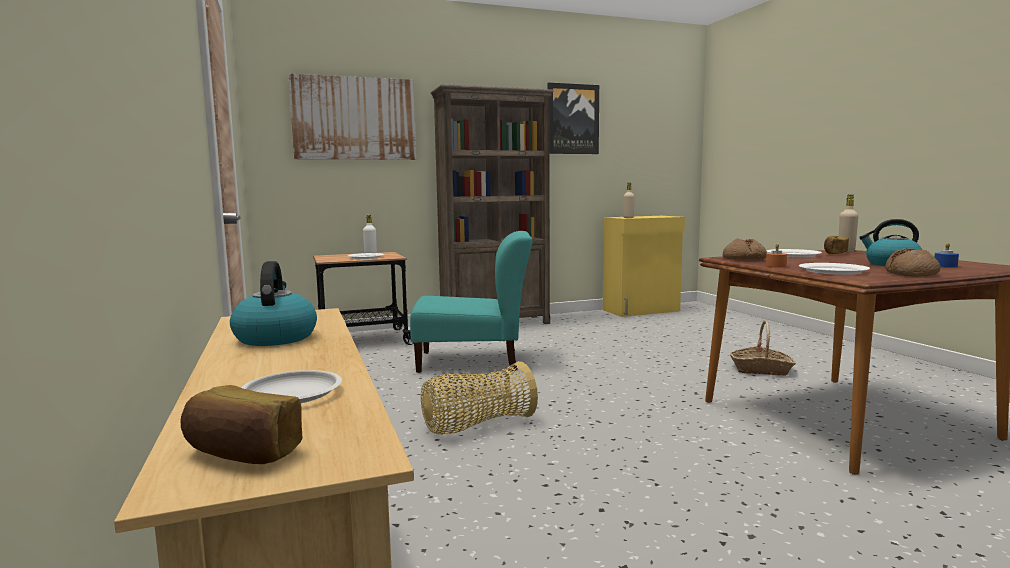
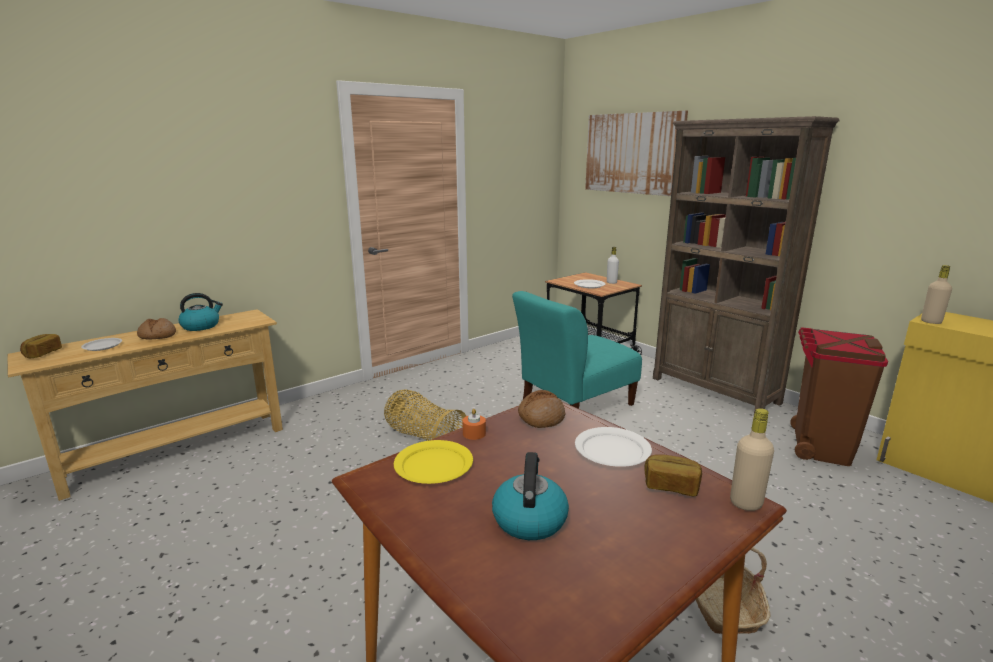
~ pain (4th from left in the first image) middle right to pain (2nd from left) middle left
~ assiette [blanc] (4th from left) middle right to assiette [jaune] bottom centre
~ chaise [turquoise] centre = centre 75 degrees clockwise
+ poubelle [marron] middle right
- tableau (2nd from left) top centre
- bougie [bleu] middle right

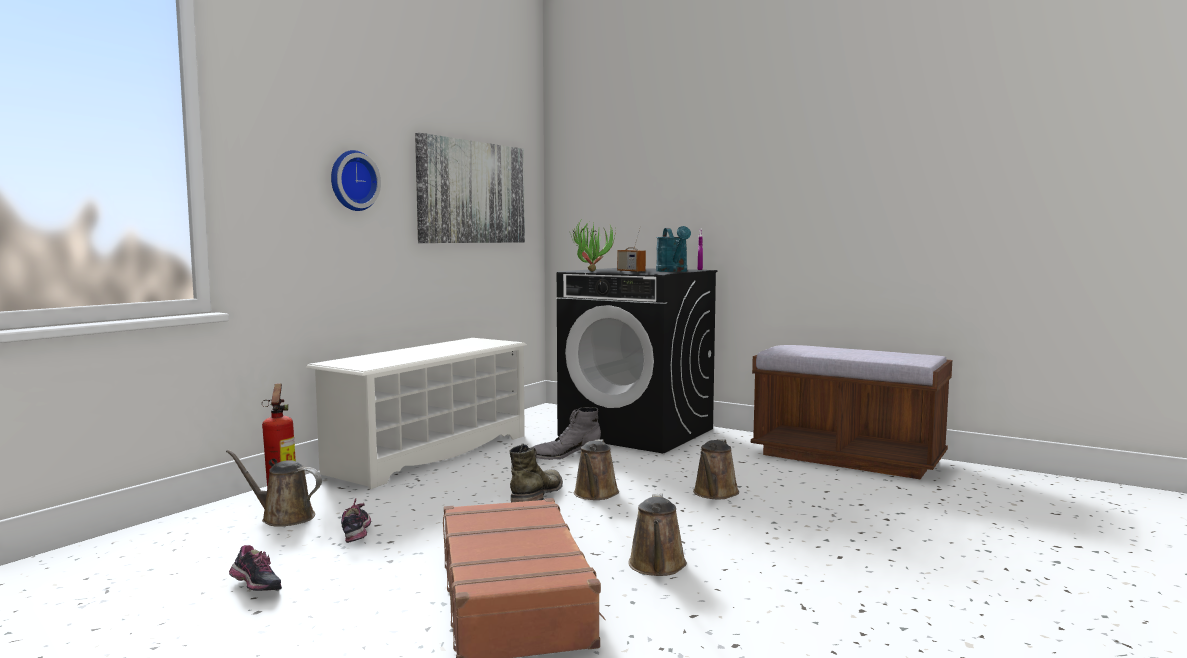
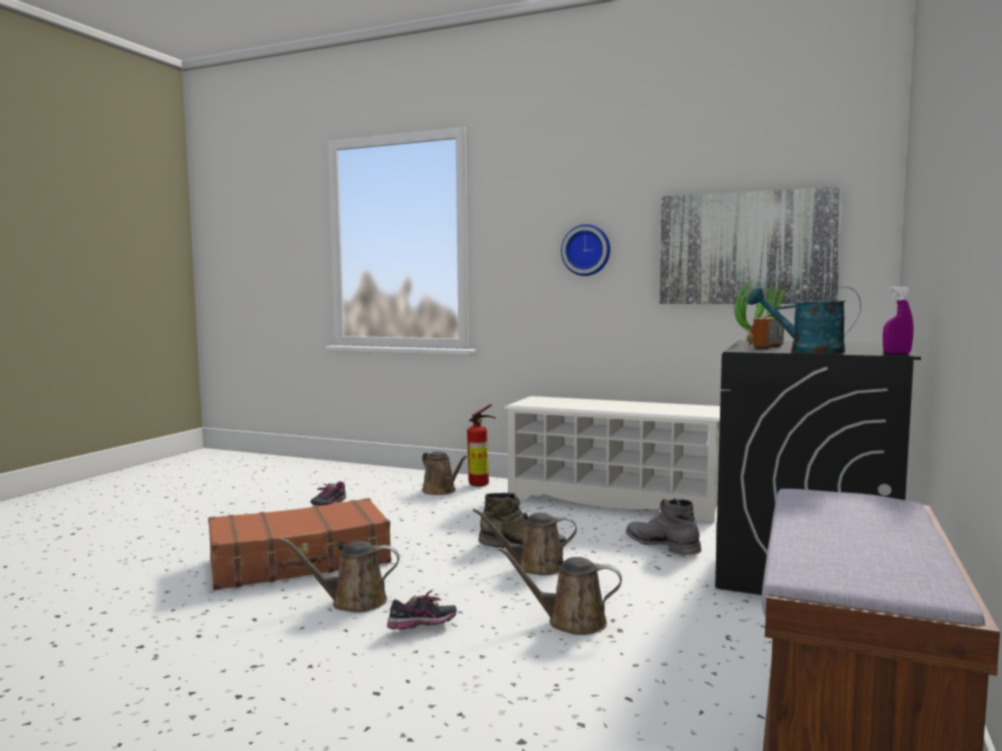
~ chaussure (2nd from left) bottom left to bottom centre
~ arrosoir [marron] (1st from left in the first image) bottom left = centre 135 degrees clockwise
~ arrosoir [turquoise] centre = middle right 45 degrees clockwise

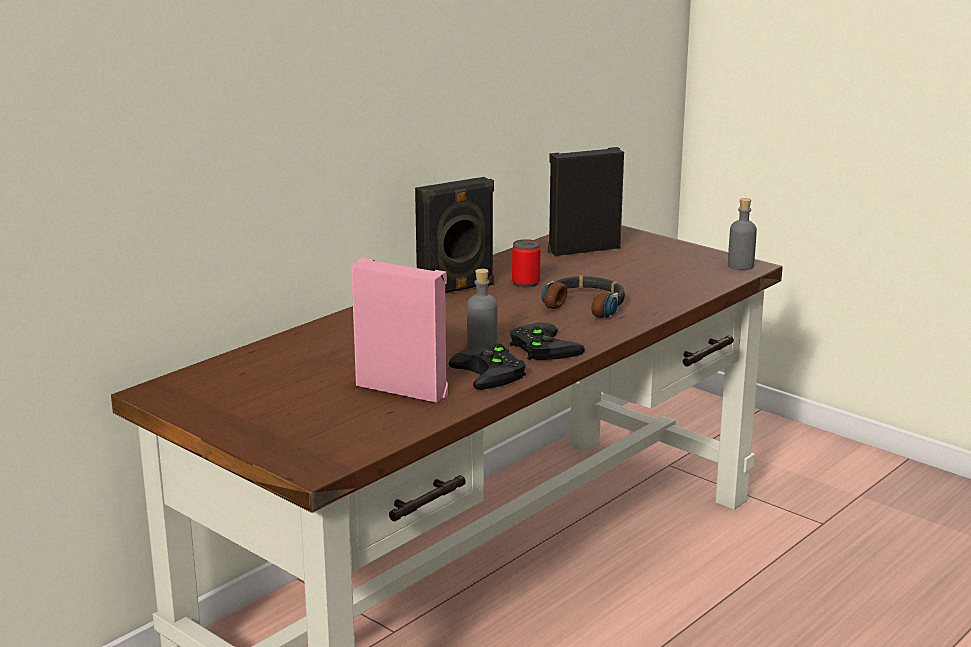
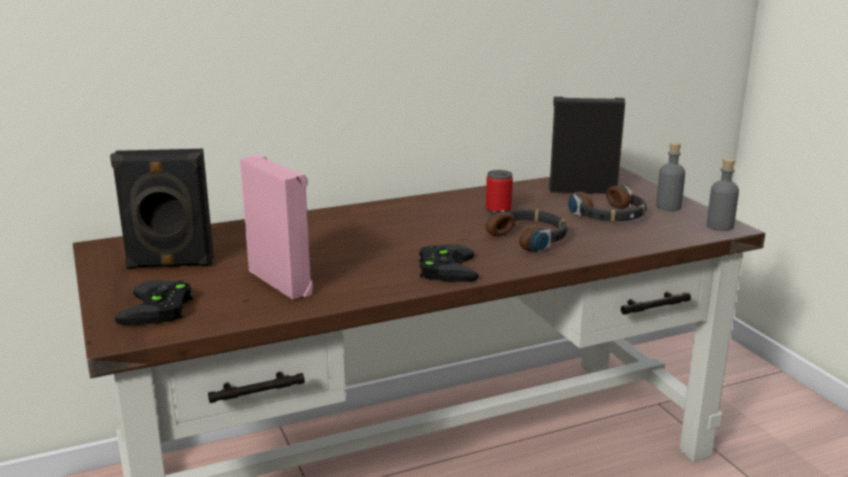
~ enceinte [noir] (1st from left) centre to middle left
~ manette [noir] (1st from left) centre to middle left
+ casque audio (2nd from left) middle right
~ bouteille [gris] (1st from left) centre to middle right

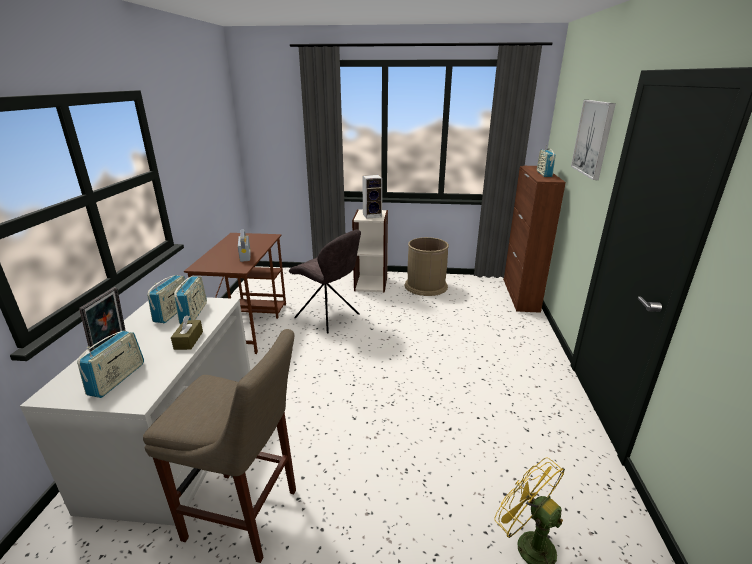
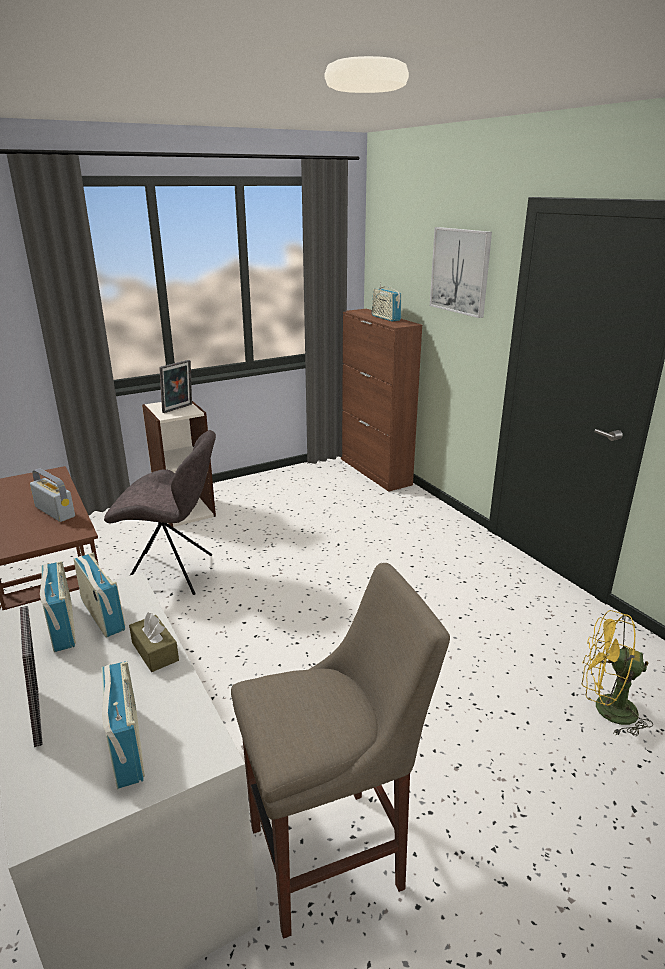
~ enceinte centre to cadre photo (2nd from left) middle left
- poubelle [marron] centre

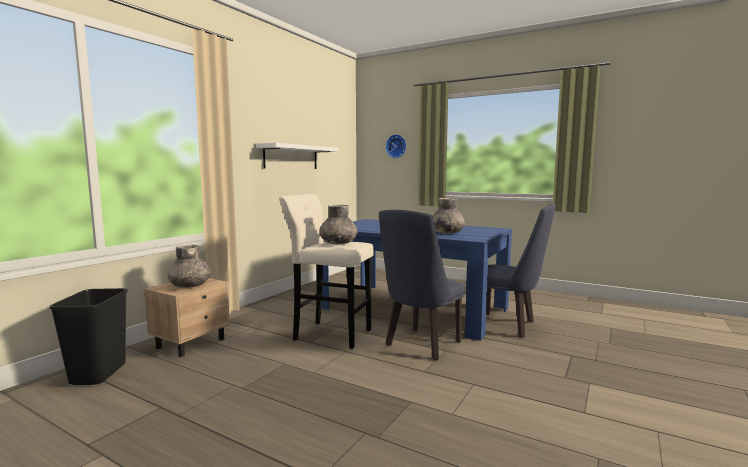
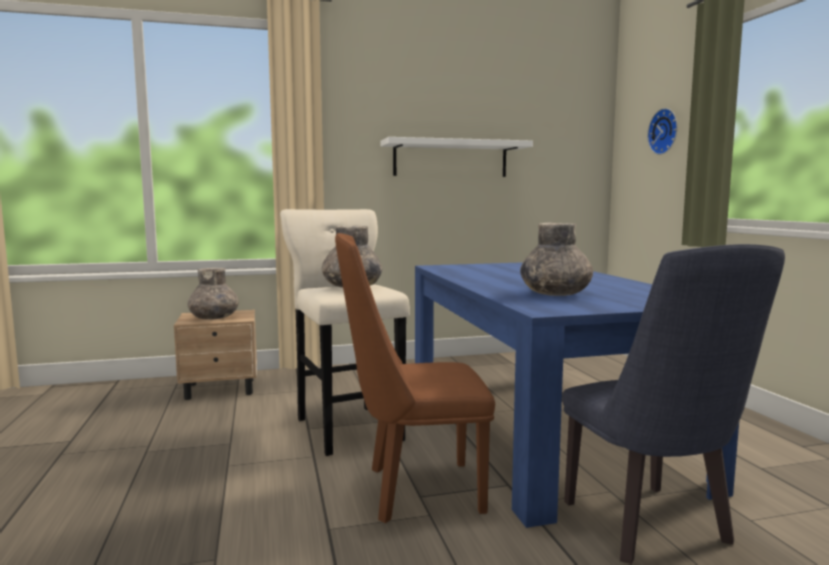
~ chaise [bleu] (1st from left) centre to chaise [marron] bottom centre
- poubelle [noir] bottom left

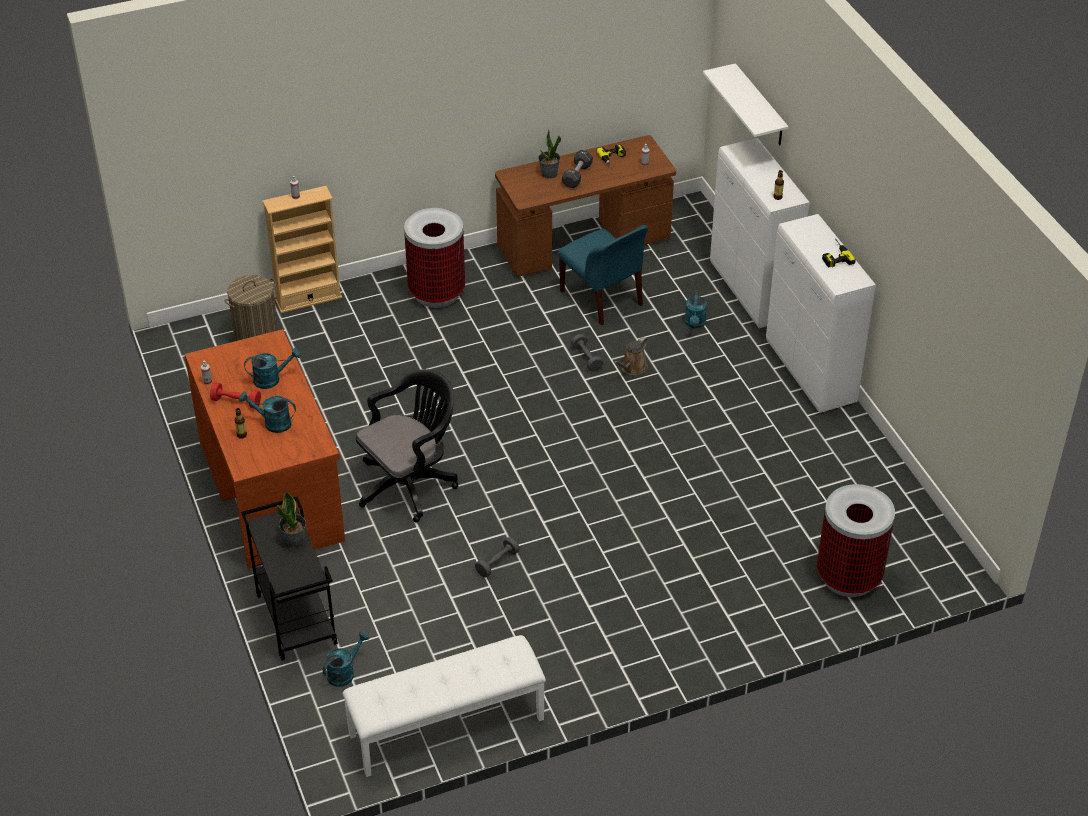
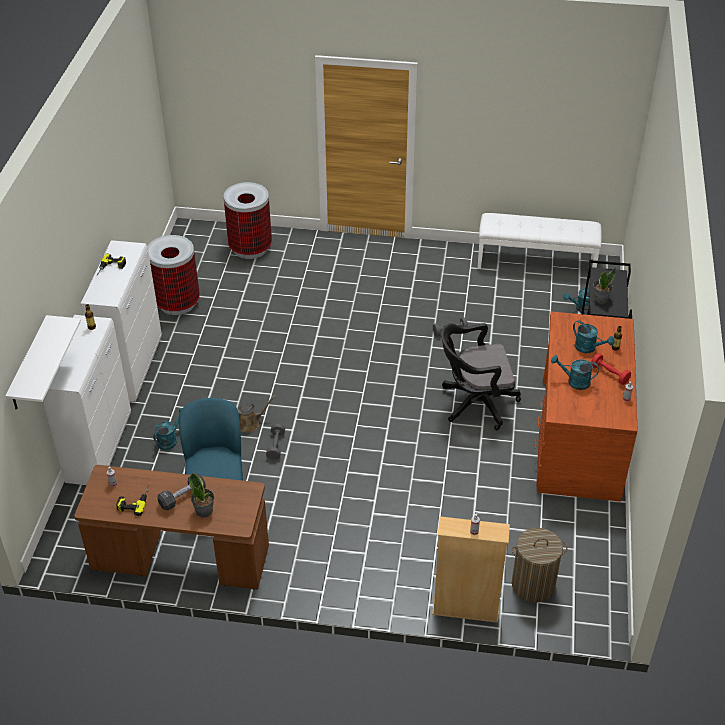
~ poubelle (1st from left) top centre to middle left

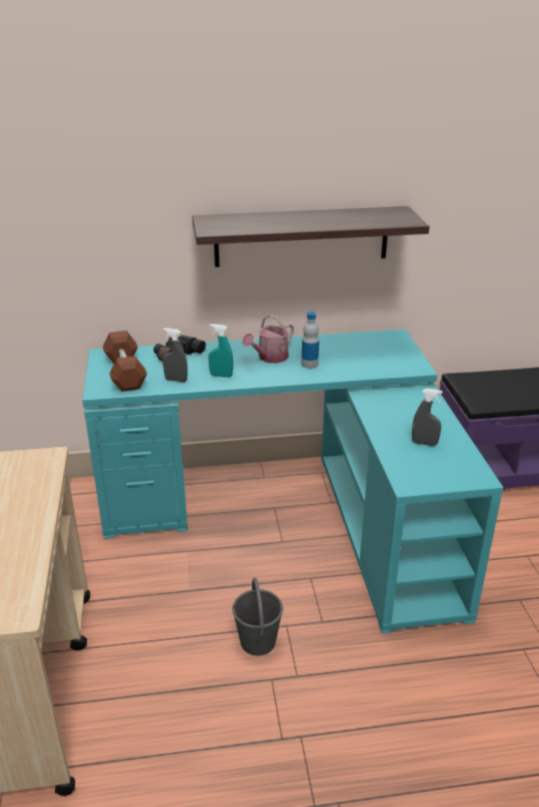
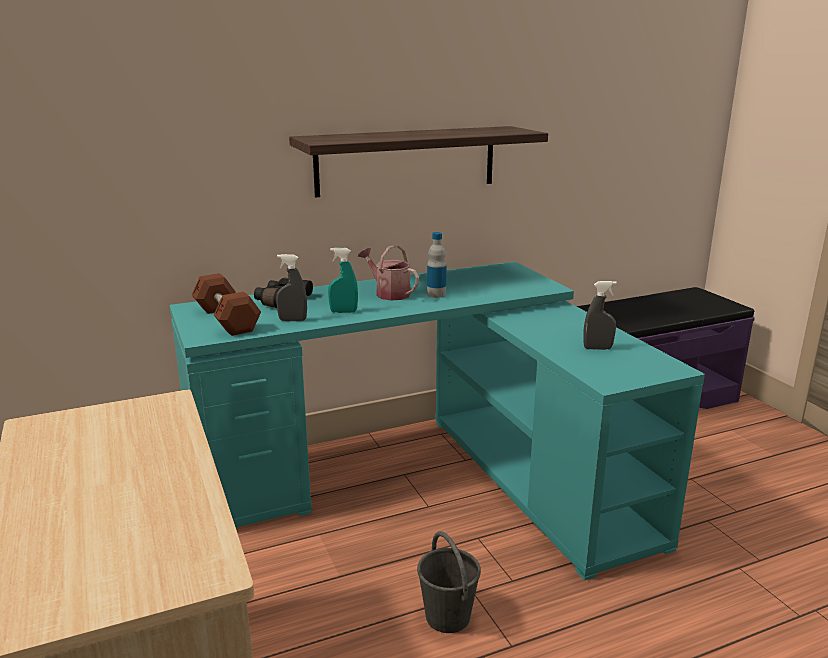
~ arrosoir centre = centre 105 degrees clockwise

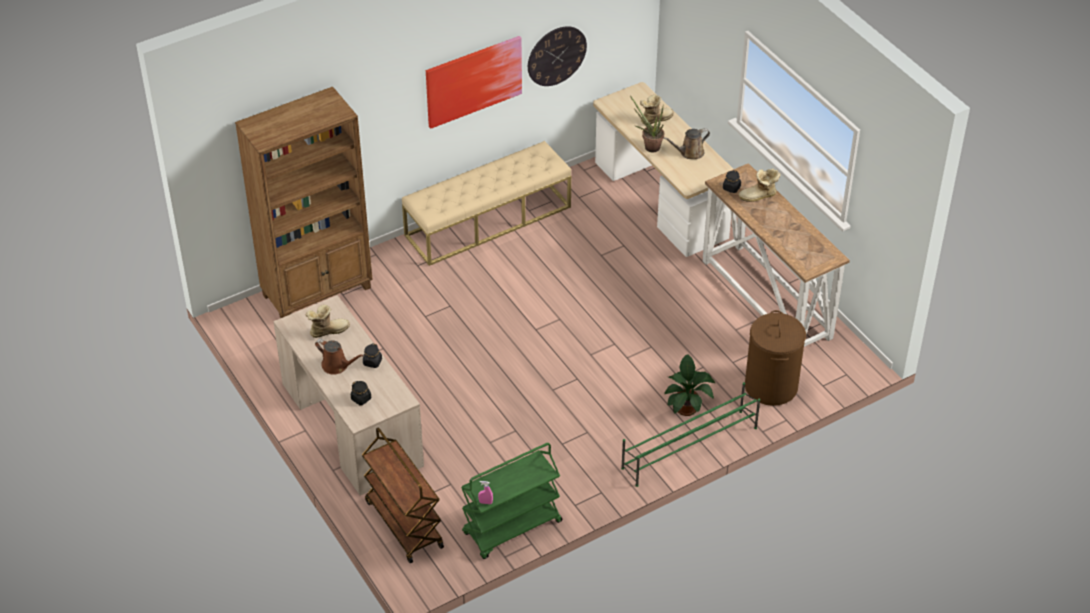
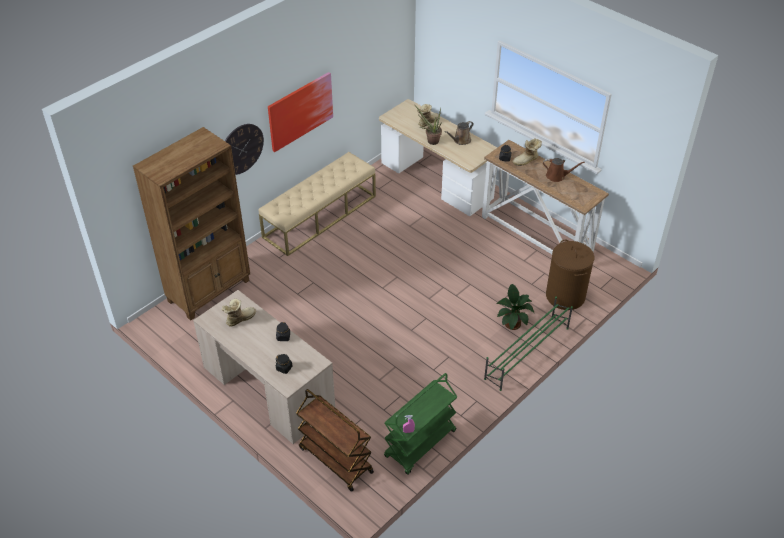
~ horloge murale top centre to top left
~ arrosoir [marron] (1st from left in the first image) middle left to arrosoir [marron] (2nd from left) top right

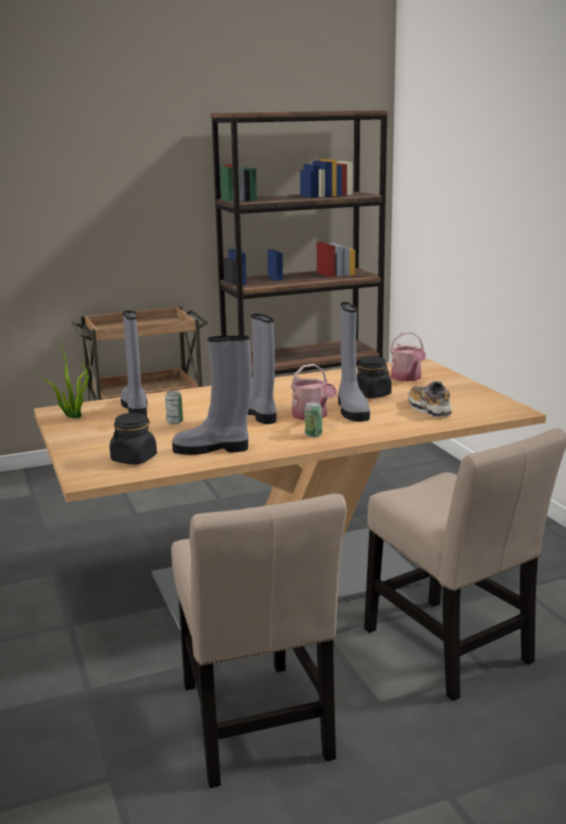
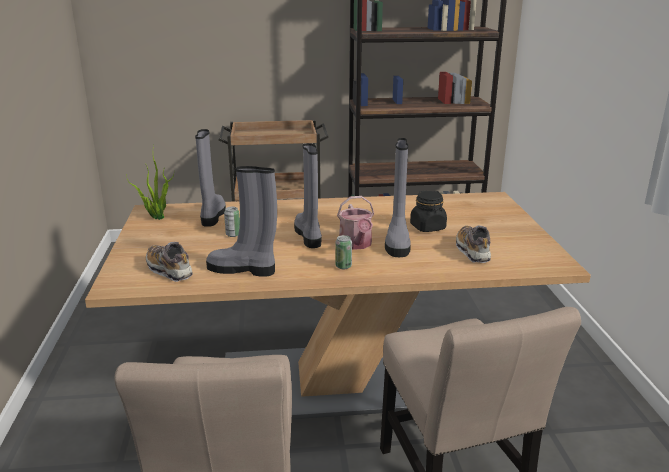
~ bocal [noir] (1st from left) middle left to chaussure (1st from left) middle left
- arrosoir (2nd from left) middle right

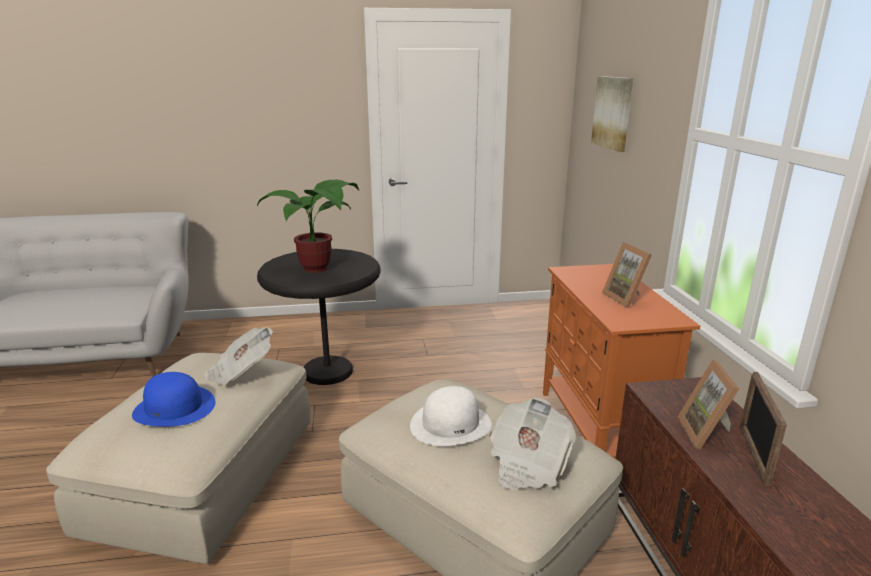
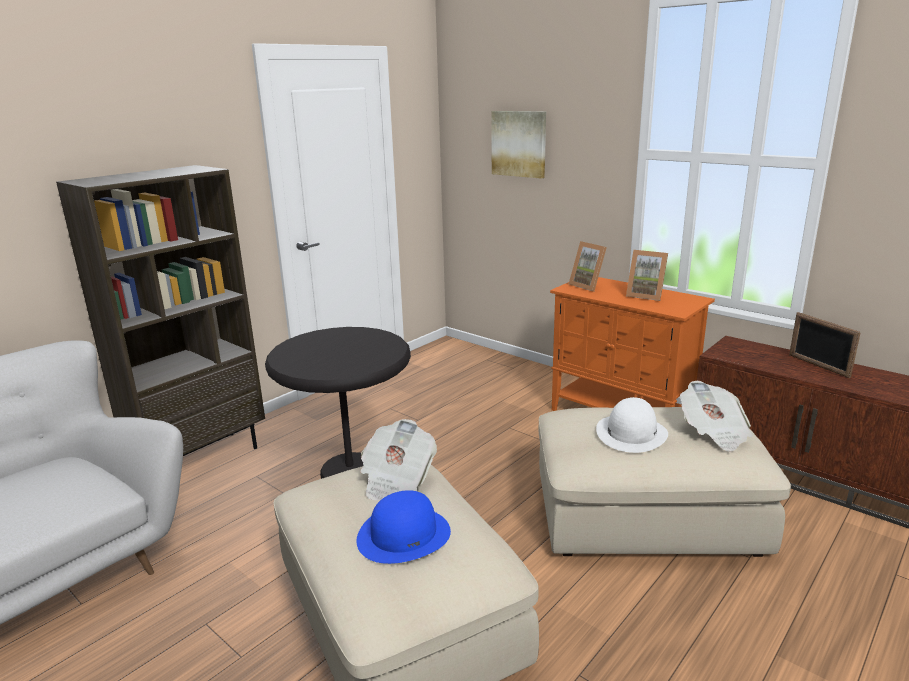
+ bibliothèque [marron] middle left
~ cadre photo (2nd from left in the first image) bottom right to cadre photo (1st from left) centre
- plante en pot centre

